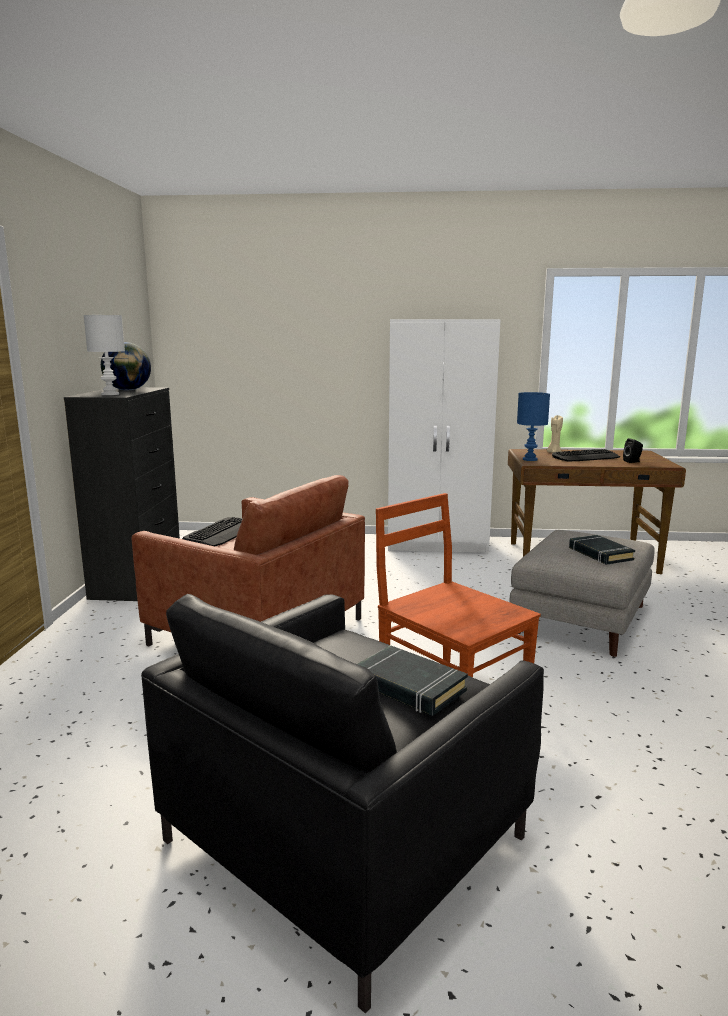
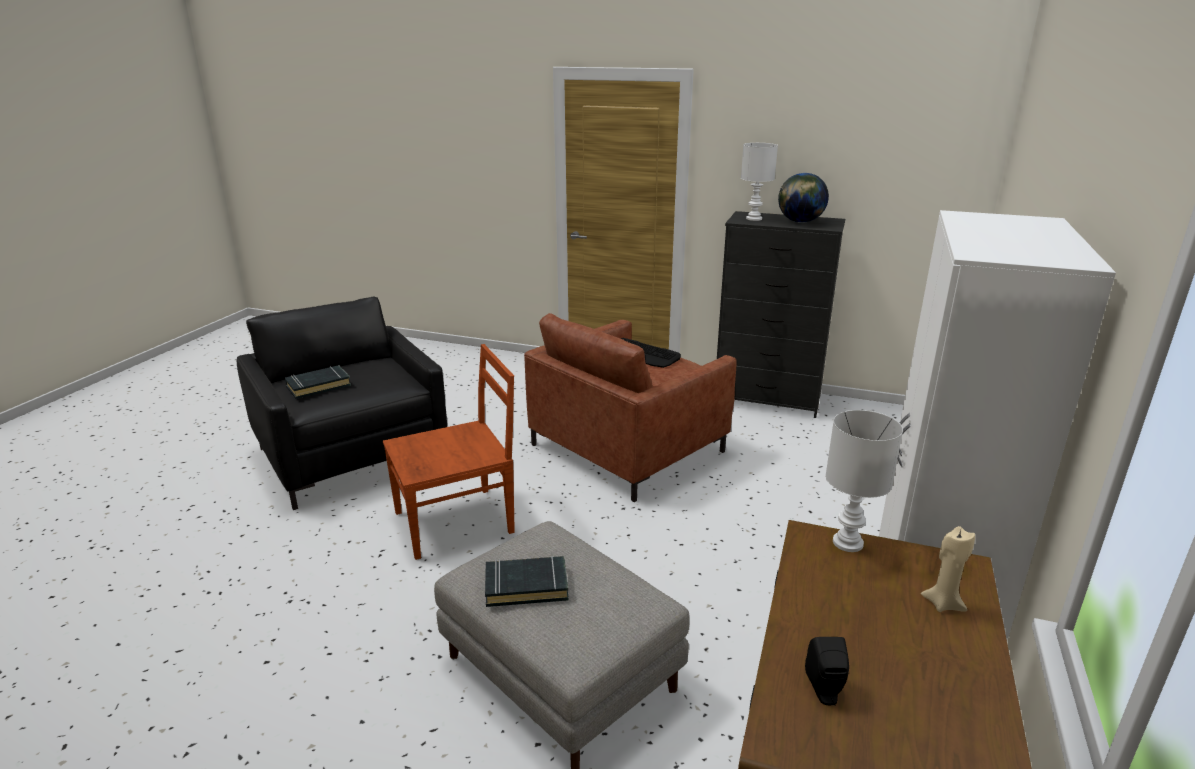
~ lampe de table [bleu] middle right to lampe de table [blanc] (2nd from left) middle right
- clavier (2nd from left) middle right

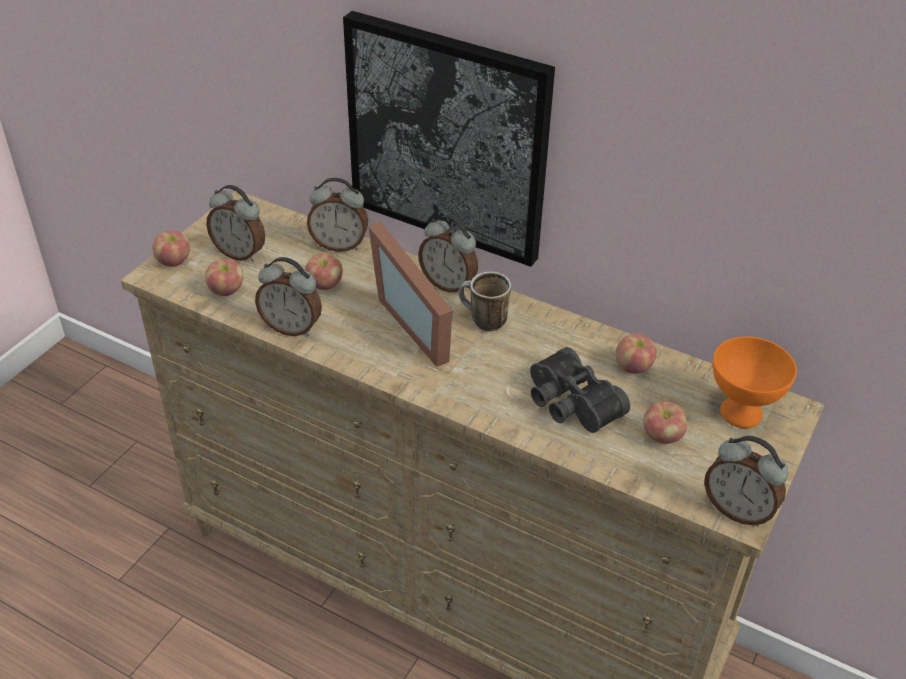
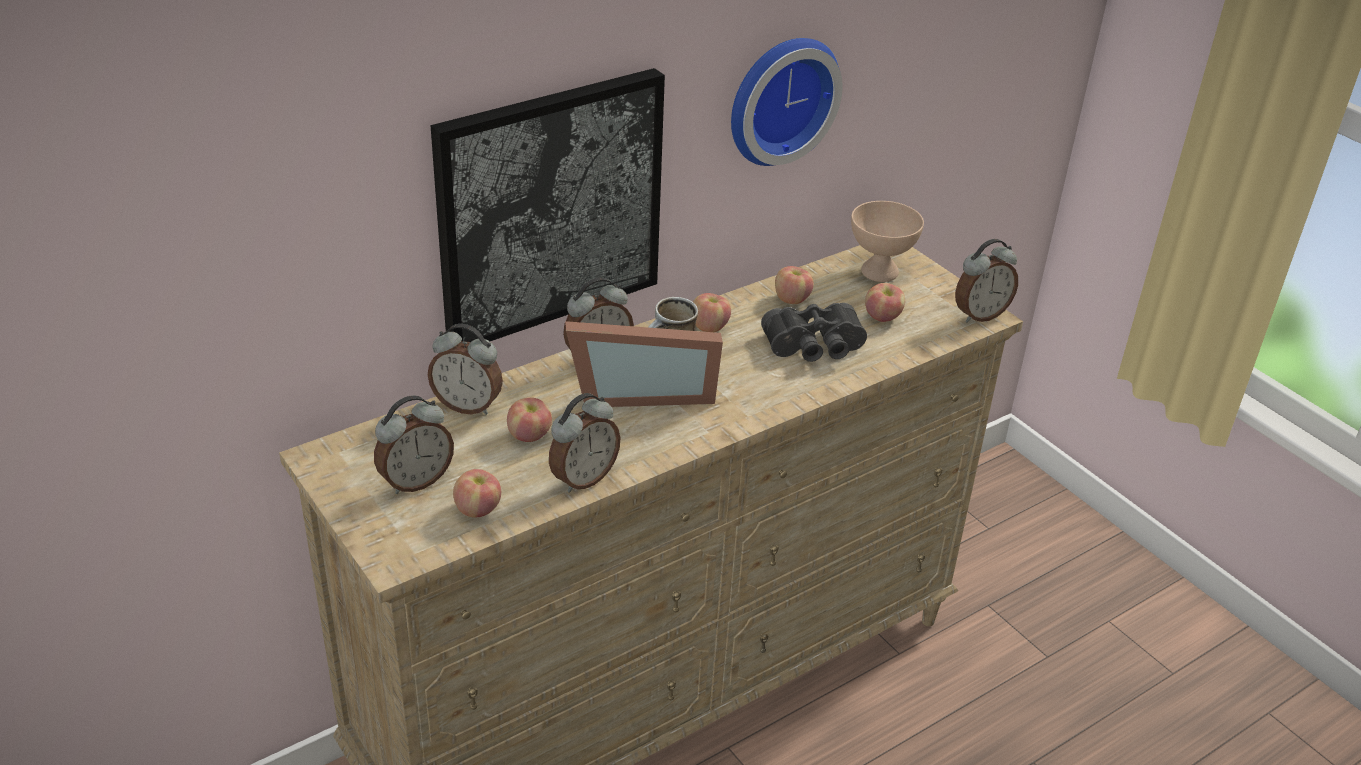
~ réveil (3rd from left in the first image) top centre = centre 75 degrees clockwise
~ pomme (1st from left in the first image) middle left to pomme (3rd from left) centre
+ horloge murale top centre
~ bol [orange] middle right to bol [beige] top centre

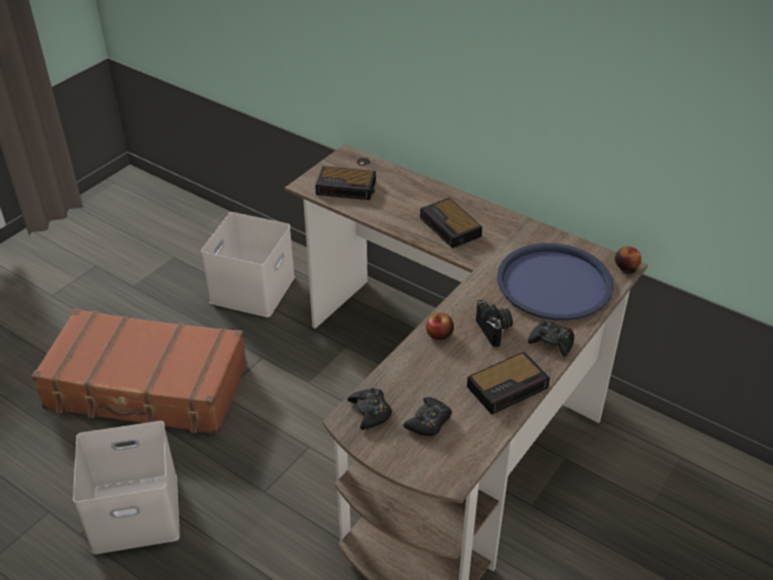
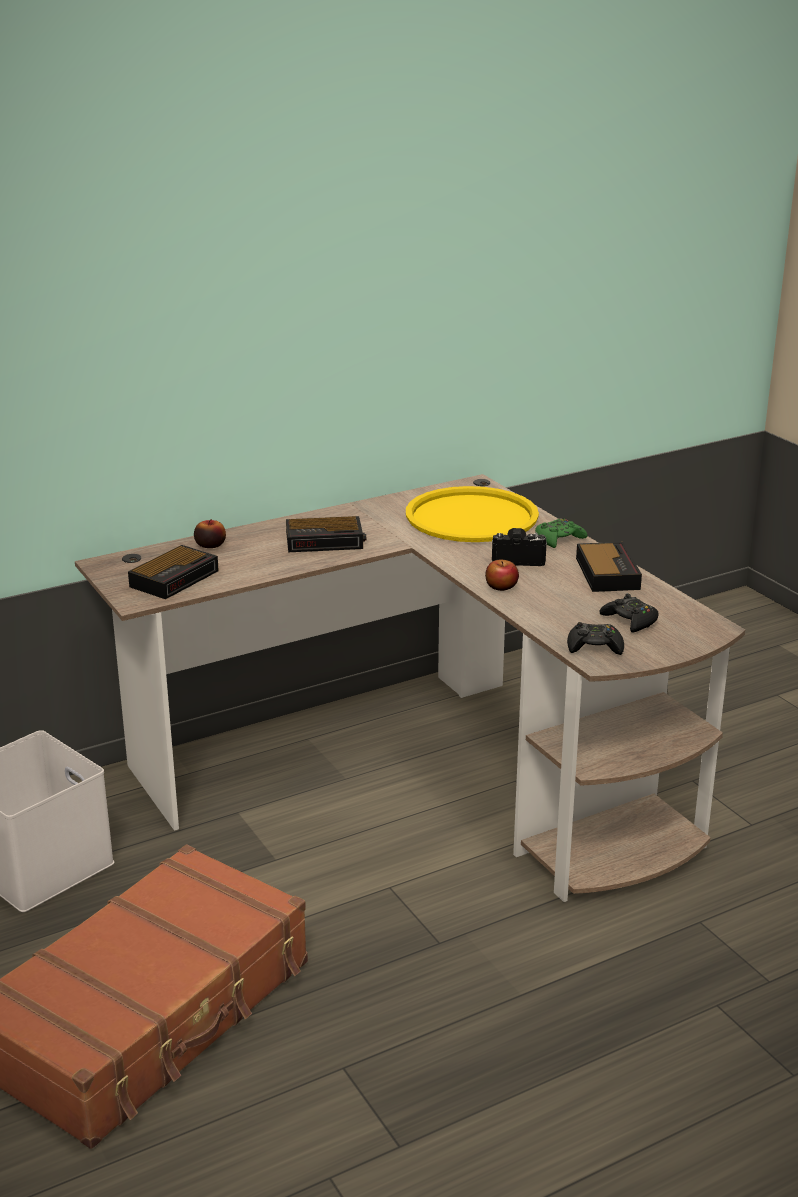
~ pomme (2nd from left in the first image) middle right to pomme (1st from left) middle left
~ plateau [bleu] middle right to plateau [jaune] centre
~ manette [noir] (3rd from left) middle right to manette [vert] middle right
- boîte de rangement [blanc] (1st from left) bottom left

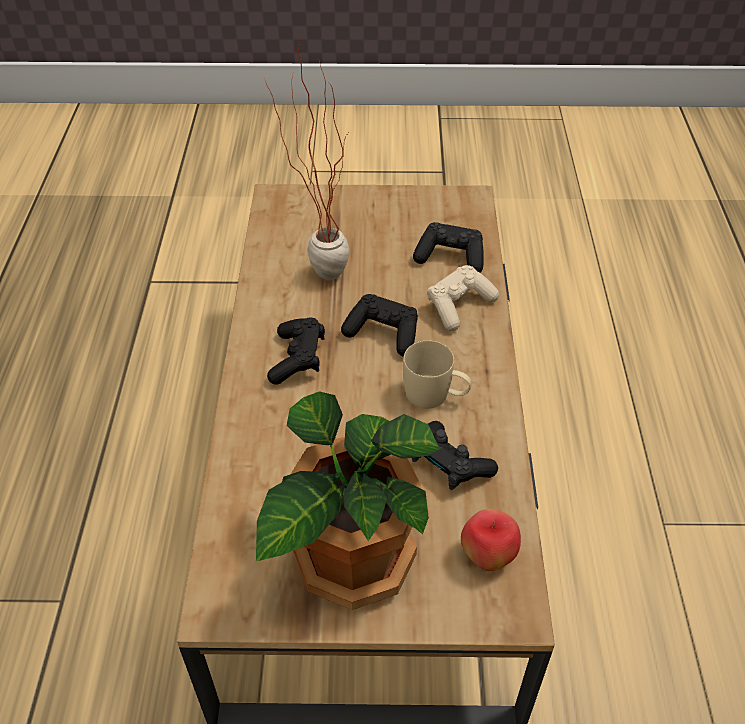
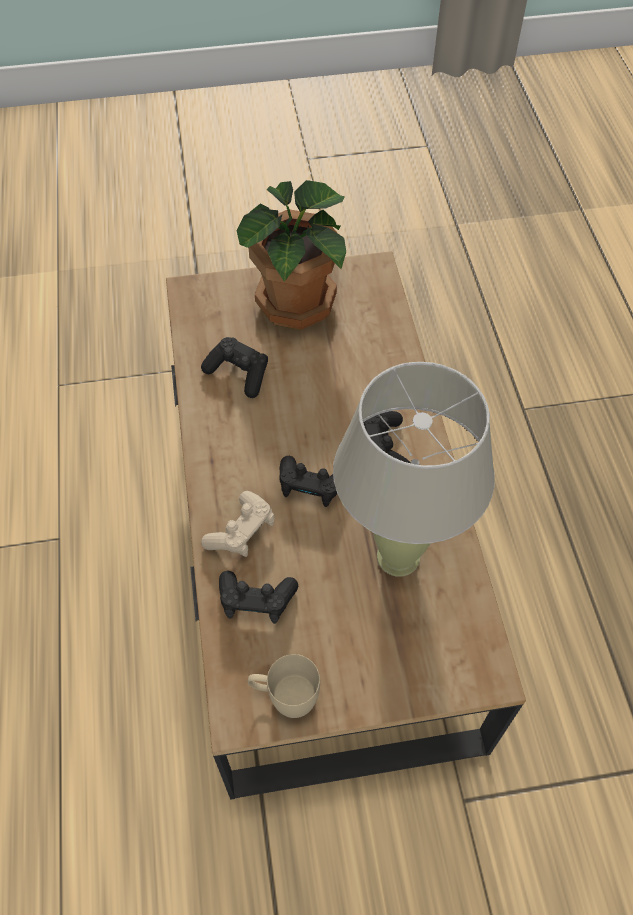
~ mug [beige] centre to bottom centre
~ plante en pot (1st from left) top centre to lampe de table [beige] centre
- pomme bottom centre

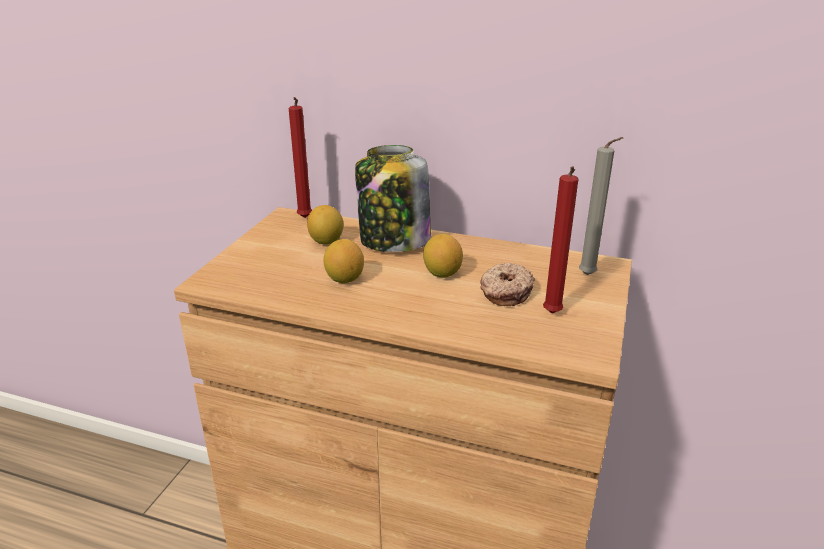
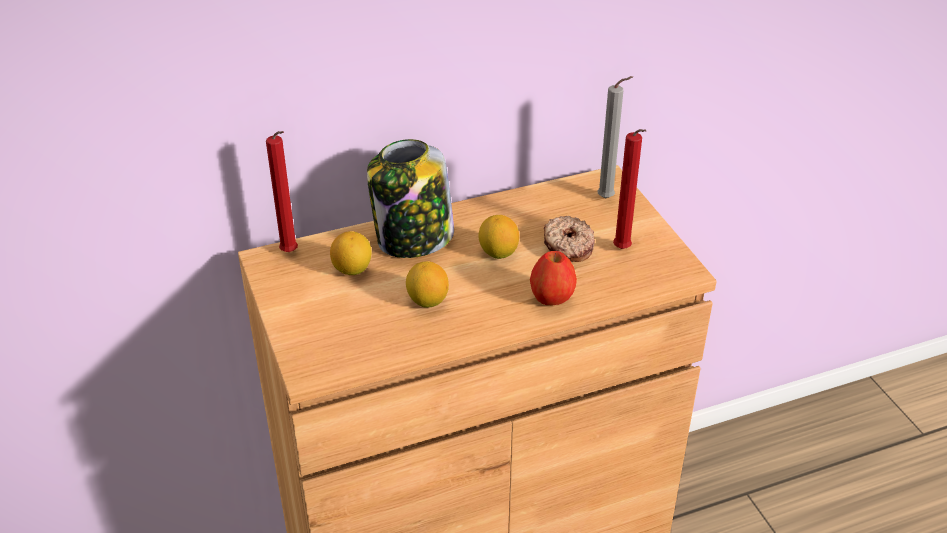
+ pomme centre

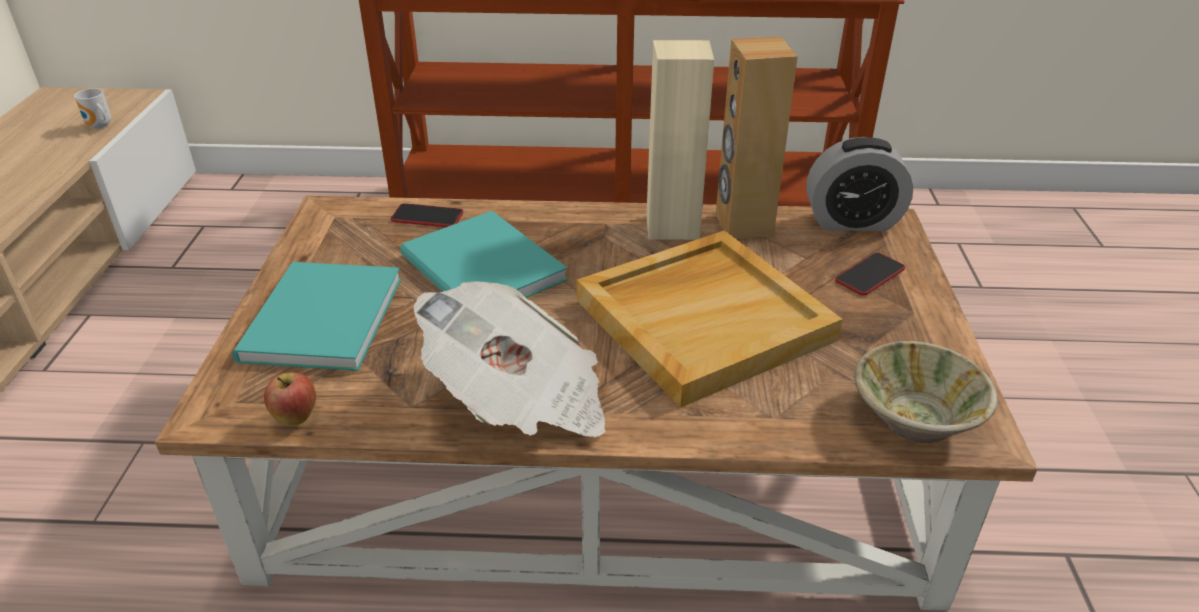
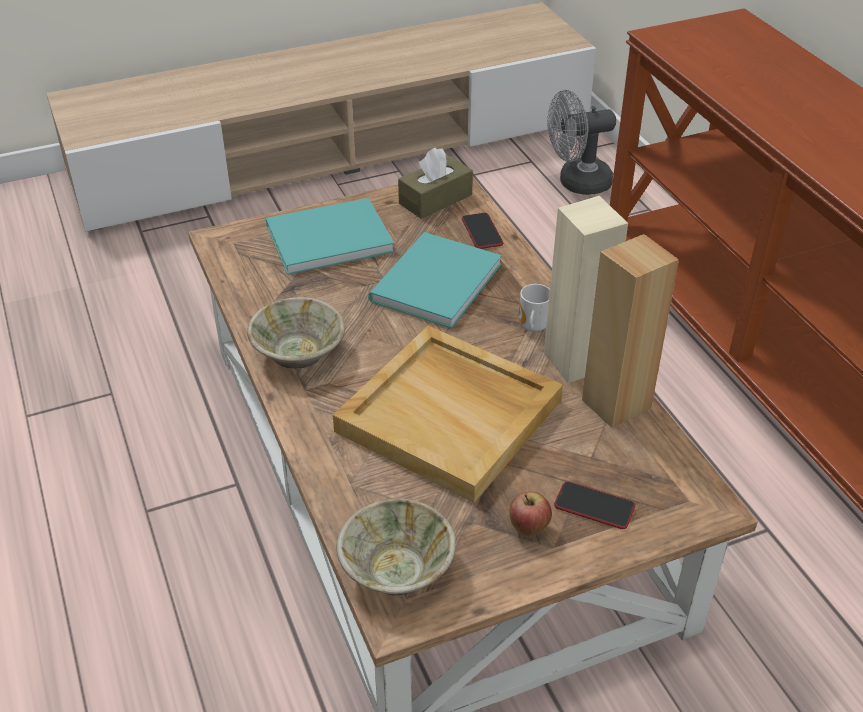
~ journal centre to bol [beige] (1st from left) centre
+ boîte à mouchoirs [marron] top centre
~ pomme middle left to bottom centre
~ mug top left to centre
+ ventilateur [gris] top right
- réveil top right

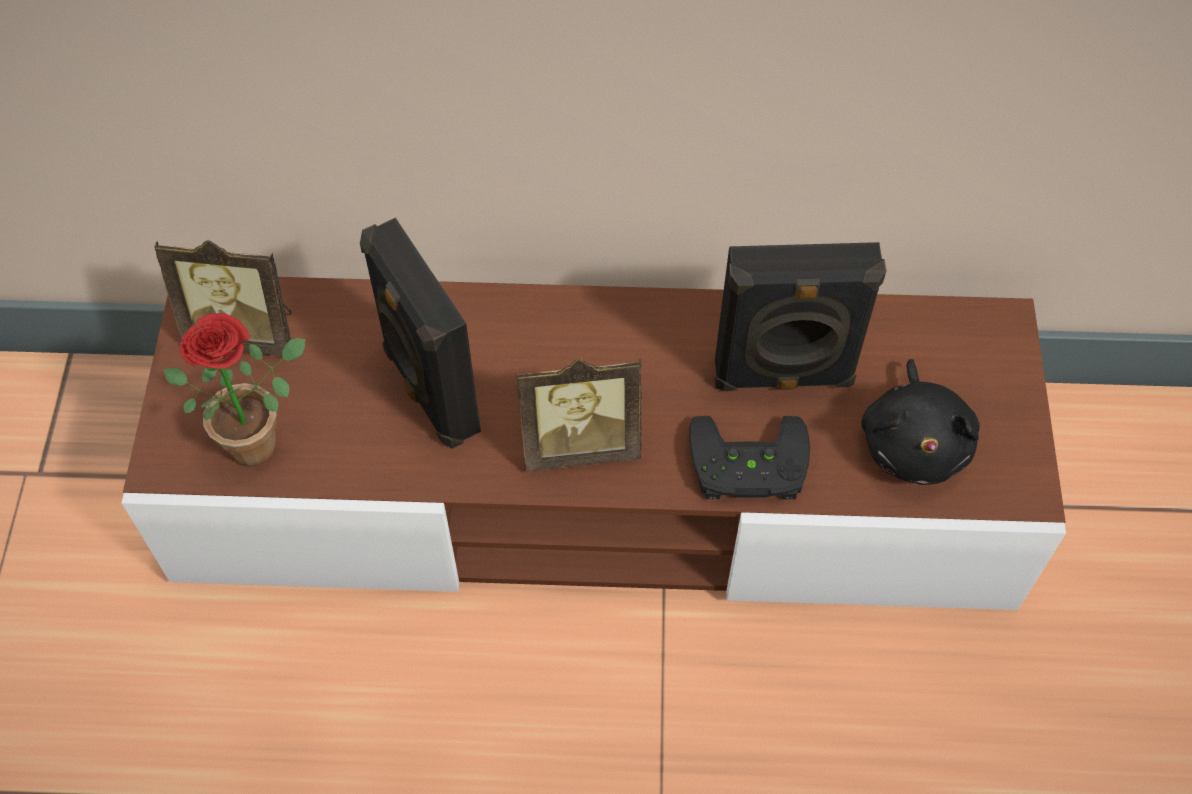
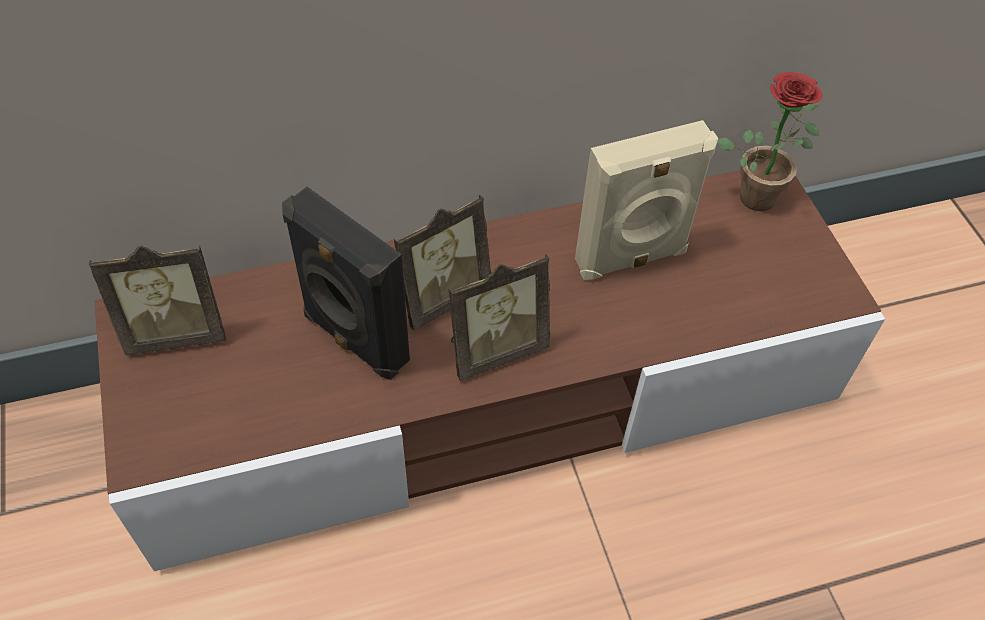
+ cadre photo (2nd from left) centre
~ enceinte [noir] (2nd from left) middle right to enceinte [beige] top centre
~ plante en pot middle left to top right
- manette [noir] centre
- peluche [noir] middle right

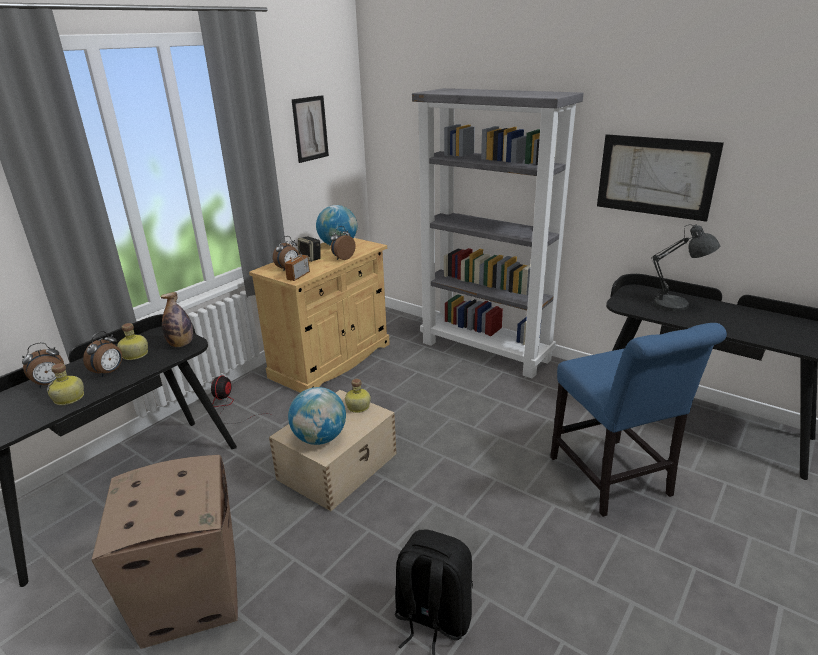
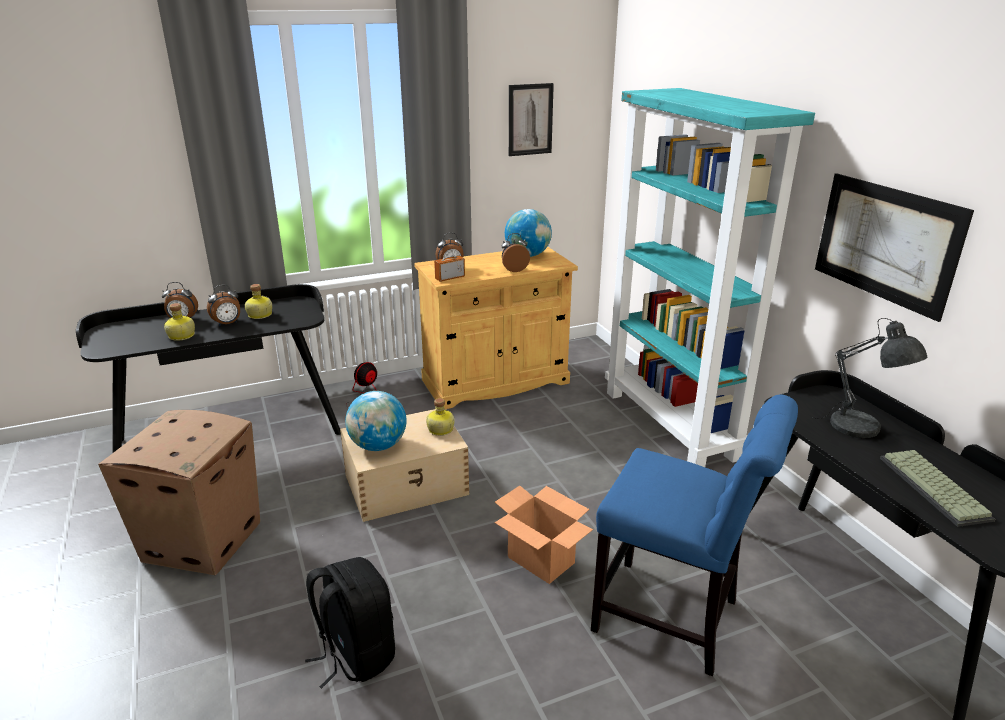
+ carton (2nd from left) bottom centre
~ chaise [bleu] middle right = bottom right 75 degrees counterclockwise
~ bibliothèque [gris] centre to bibliothèque [turquoise] middle right
+ clavier bottom right
- bouteille (3rd from left) middle left
- enceinte centre

